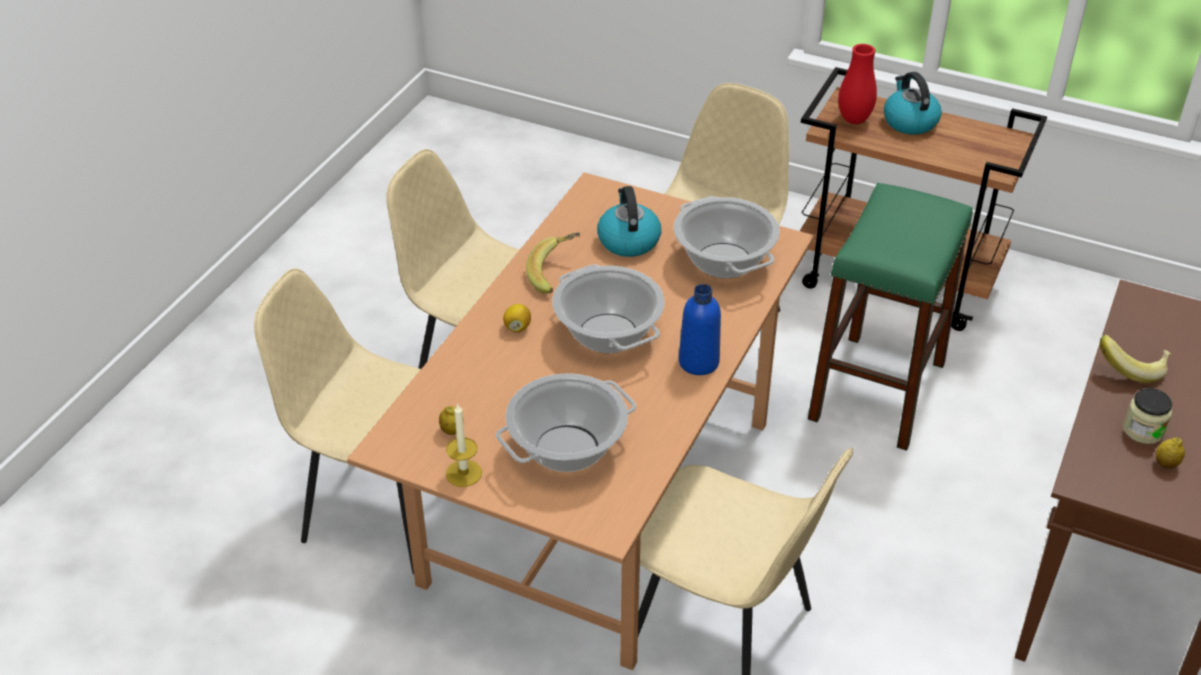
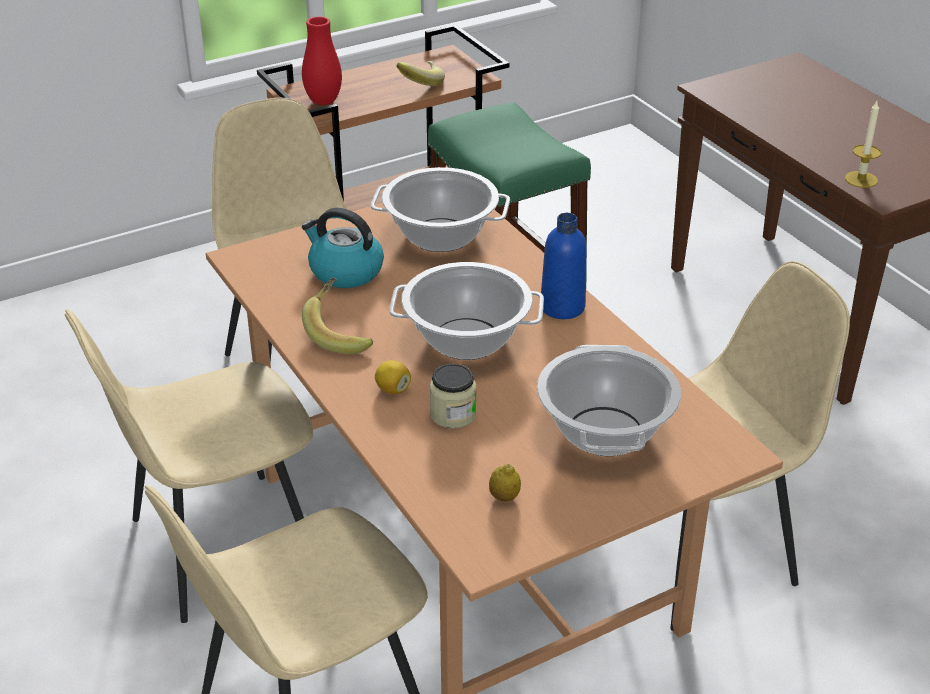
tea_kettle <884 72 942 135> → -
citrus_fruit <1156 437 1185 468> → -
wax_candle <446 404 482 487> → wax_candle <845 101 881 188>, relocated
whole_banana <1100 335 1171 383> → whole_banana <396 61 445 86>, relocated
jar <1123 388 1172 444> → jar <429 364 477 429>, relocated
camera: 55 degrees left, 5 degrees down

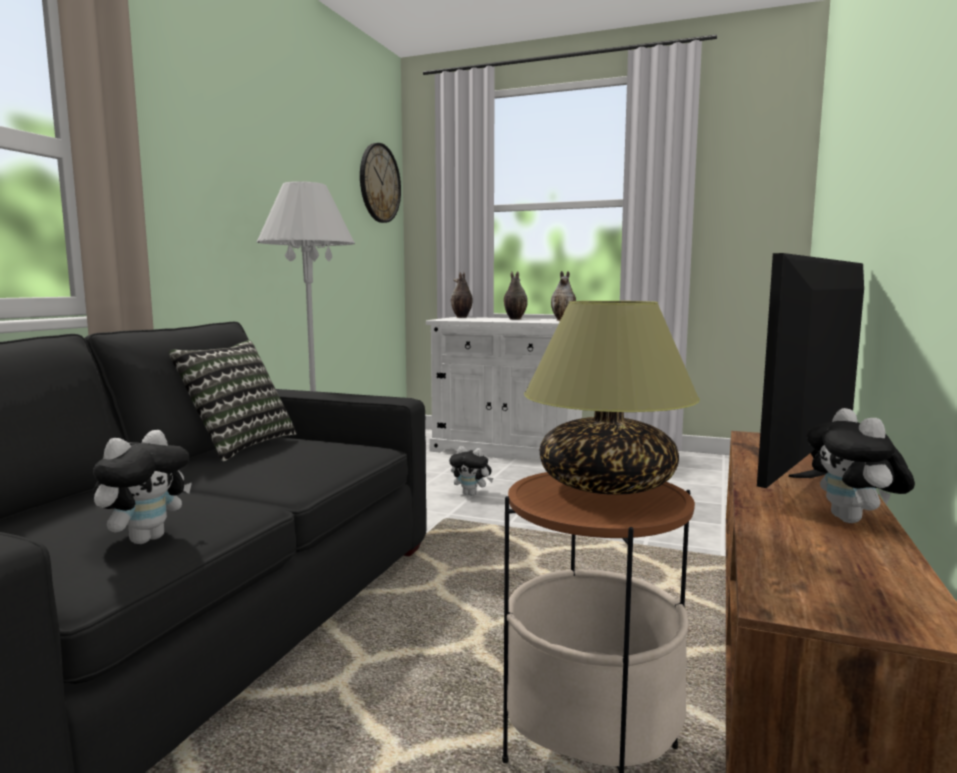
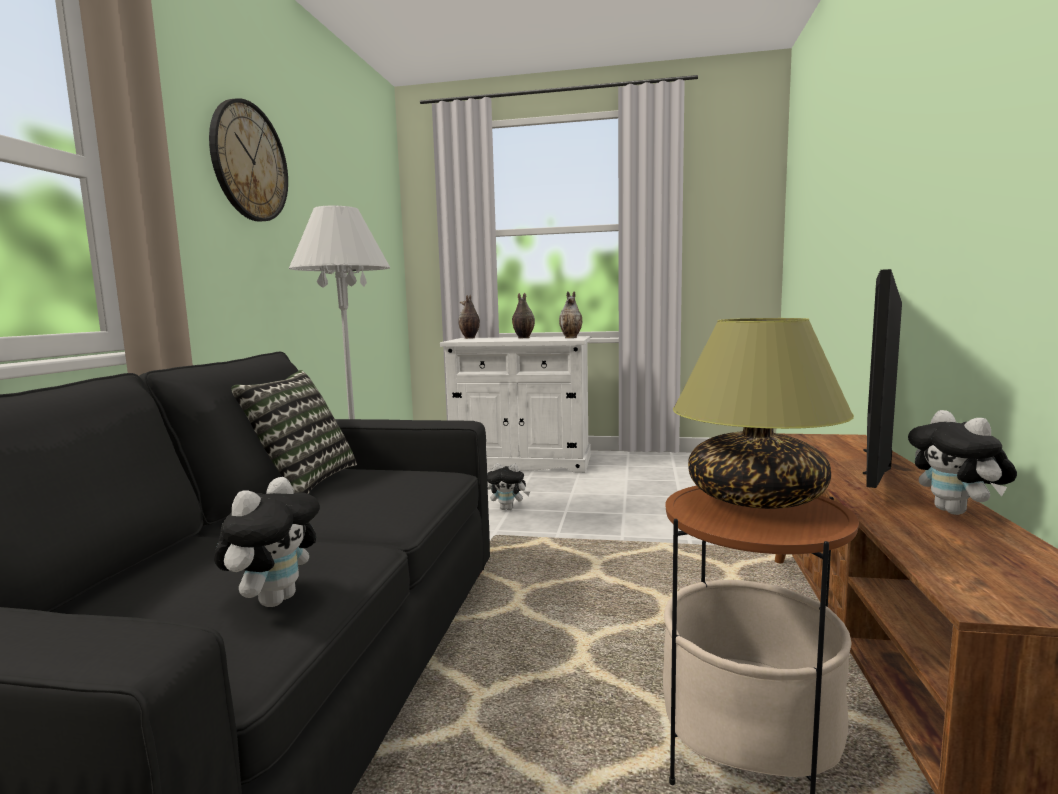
hanging_clock <360 143 401 223> → hanging_clock <209 98 288 222>, relocated
camera: 10 degrees left, 0 degrees up

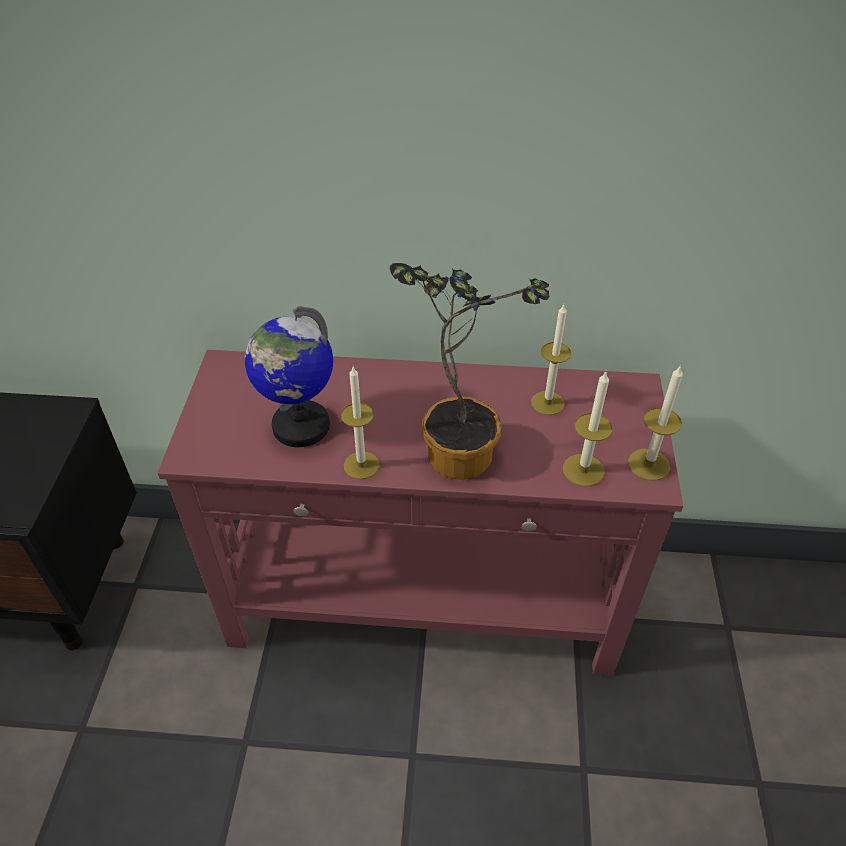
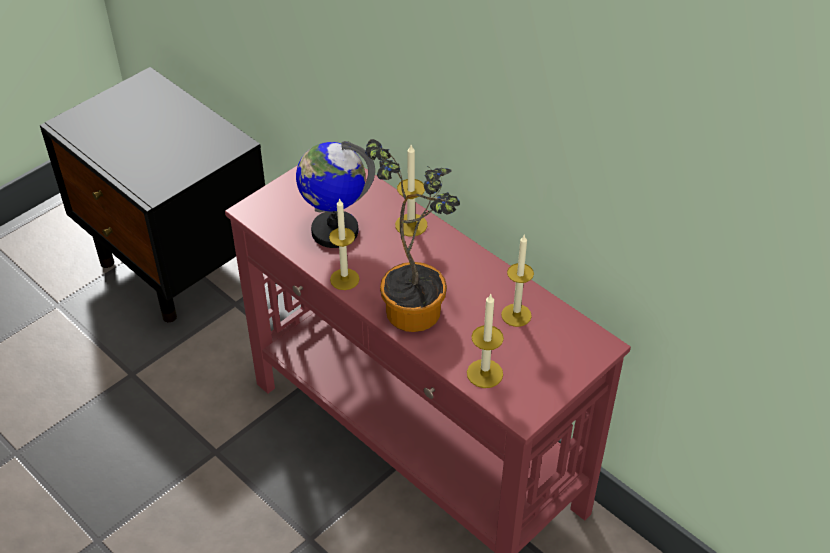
wax_candle <628 365 683 481> → wax_candle <395 145 427 236>, relocated
camera: 40 degrees right, 0 degrees up

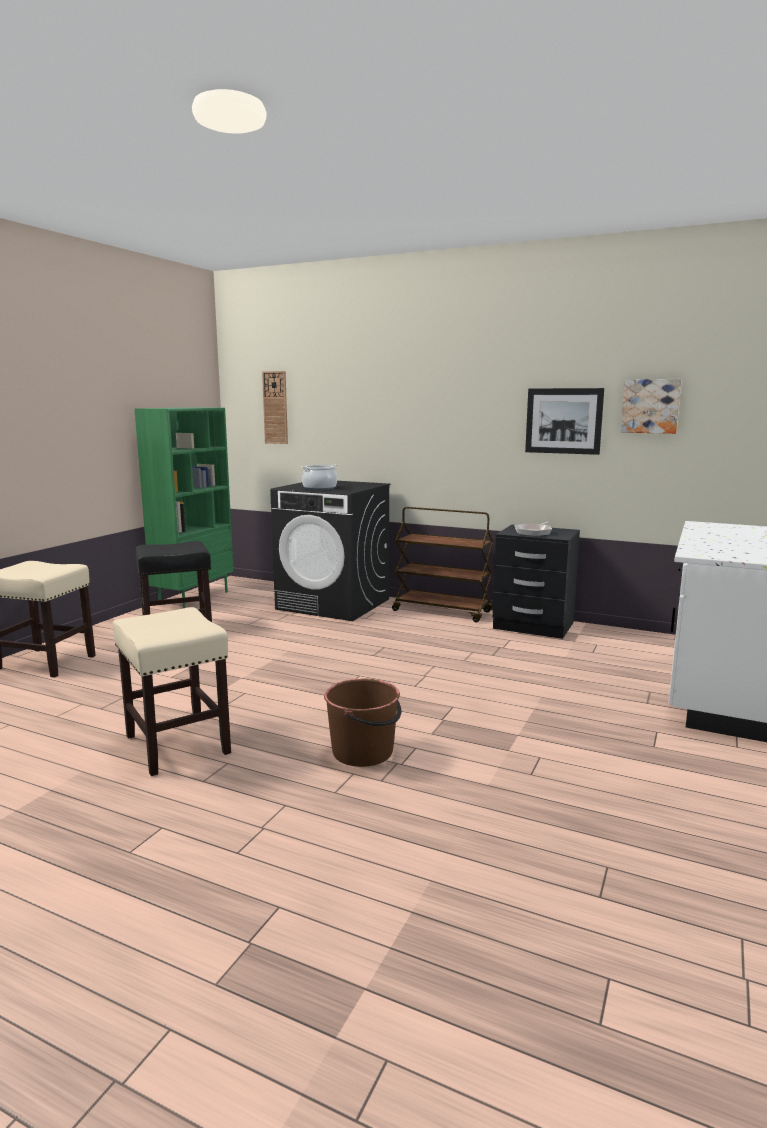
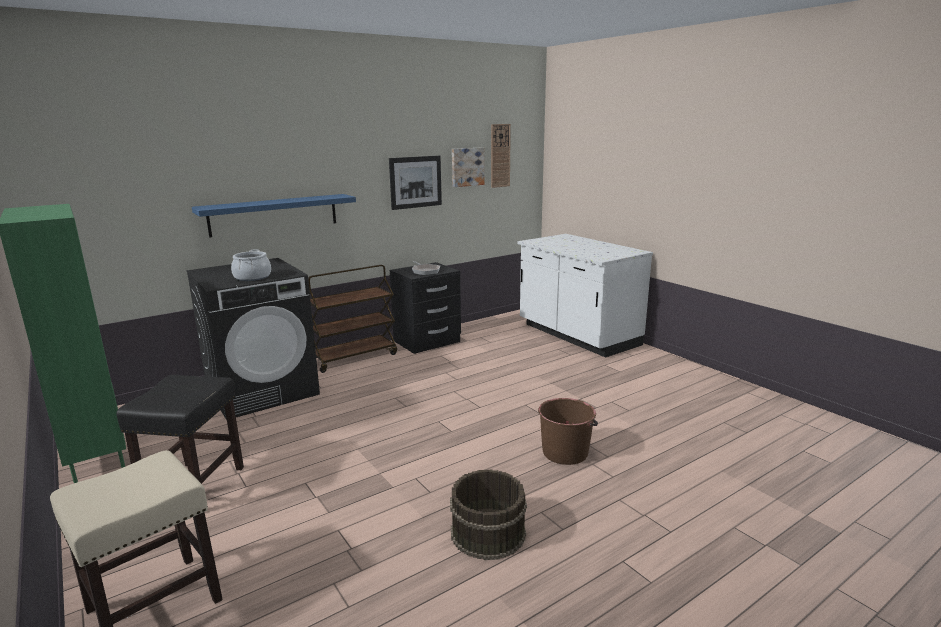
- → blue-coloured_shelf <192 194 356 238>
hanging_clock <262 371 288 444> → hanging_clock <491 124 511 188>, relocated
beige_stool <112 607 231 776> → brown_water_bucket <450 470 527 560>
camera: 60 degrees left, 5 degrees up

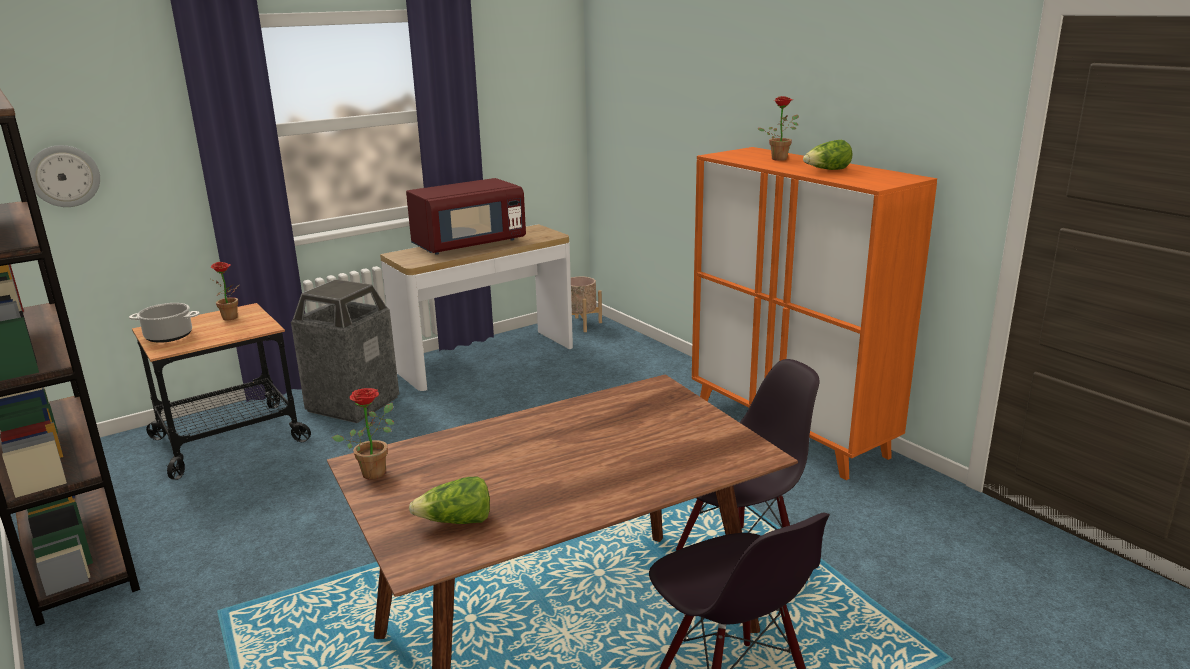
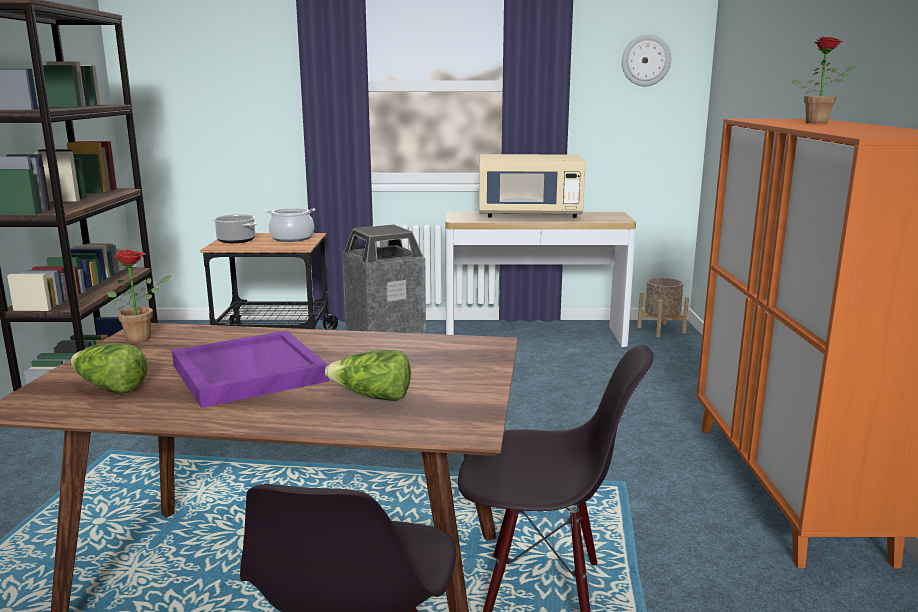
- → purplish_tray <172 331 329 408>
hanging_clock <29 145 100 207> → hanging_clock <622 34 671 87>, relocated
lettuce_head <803 140 853 170> → lettuce_head <325 350 411 401>, relocated
houseplant <209 262 239 320> → cooking_pot <265 208 315 242>
reddish_microwave_oven <406 178 526 255> → beige_microwave_oven <479 154 585 218>
camera: 35 degrees right, 5 degrees down

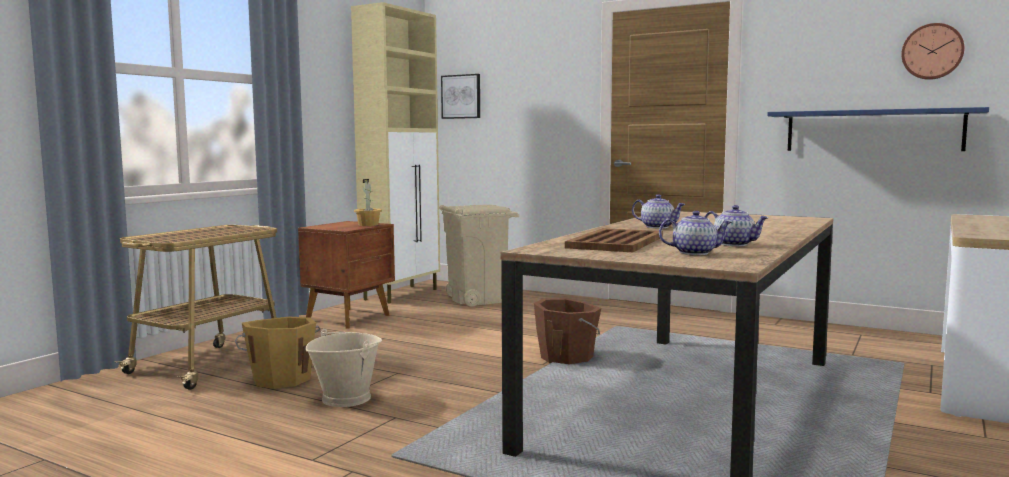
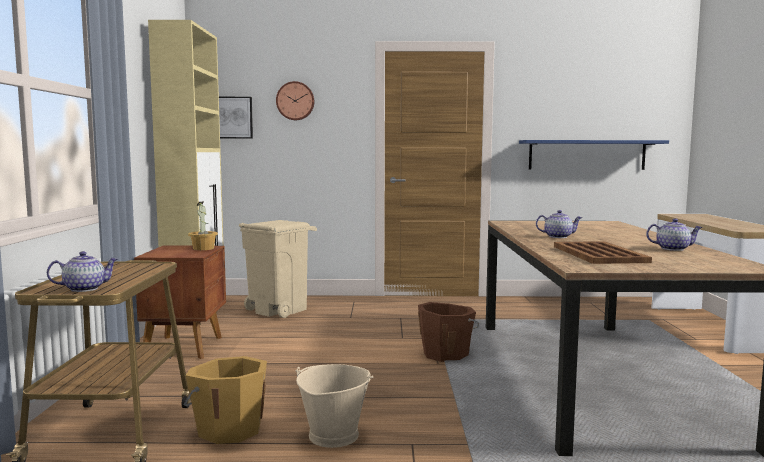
tea_pot <659 211 732 255> → tea_pot <47 251 118 292>, relocated
hanging_clock <901 23 965 80> → hanging_clock <276 81 315 120>, relocated
camera: 30 degrees left, 0 degrees up

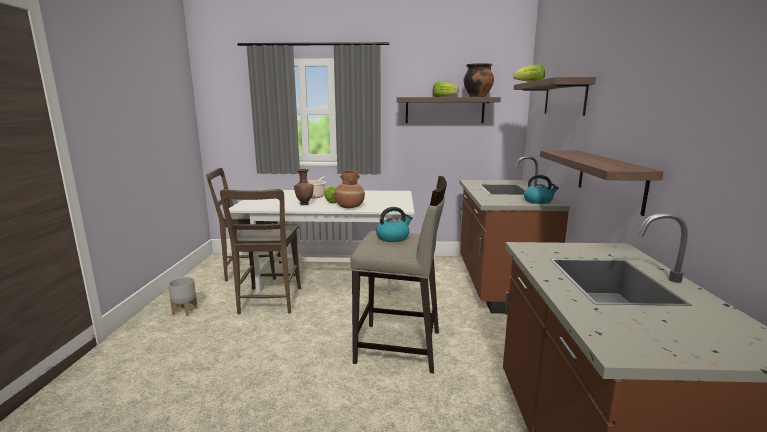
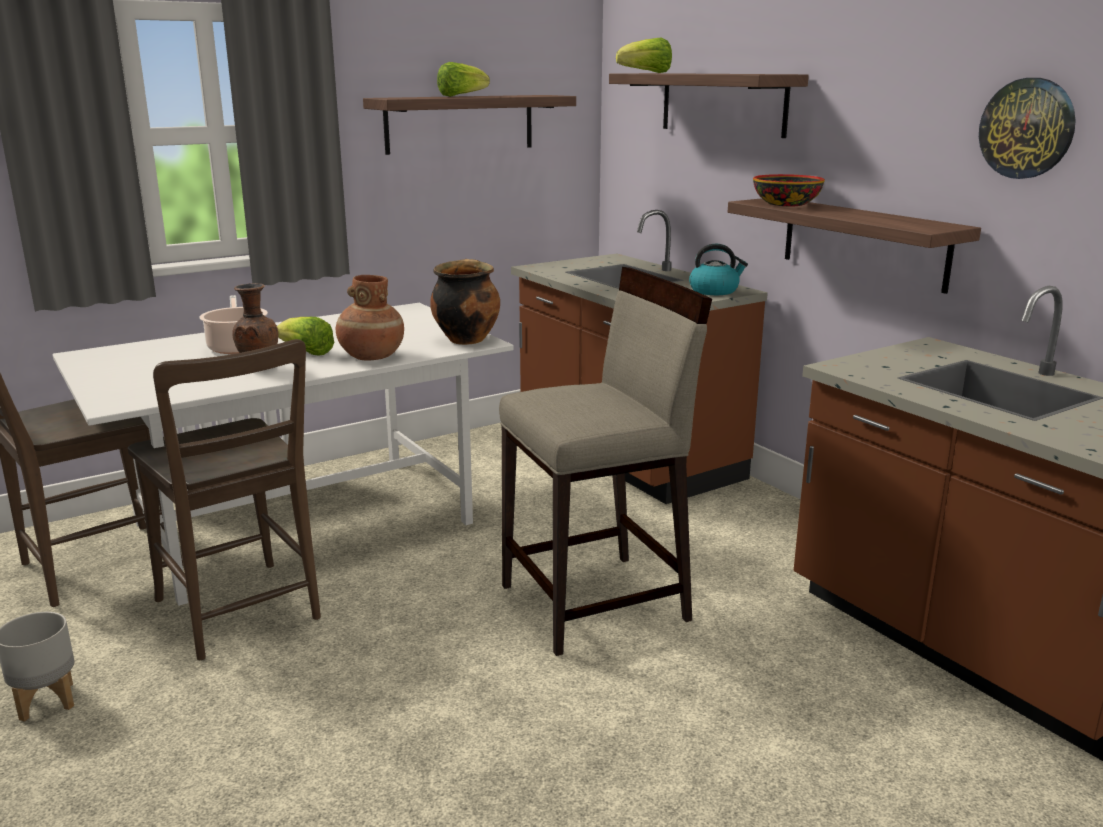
tea_kettle <376 207 413 242> → -
- → deep_dish <753 174 825 206>
- → hanging_clock <979 78 1076 179>
cooking_pot <464 63 494 97> → cooking_pot <430 259 500 345>, relocated
camera: 35 degrees left, 5 degrees up

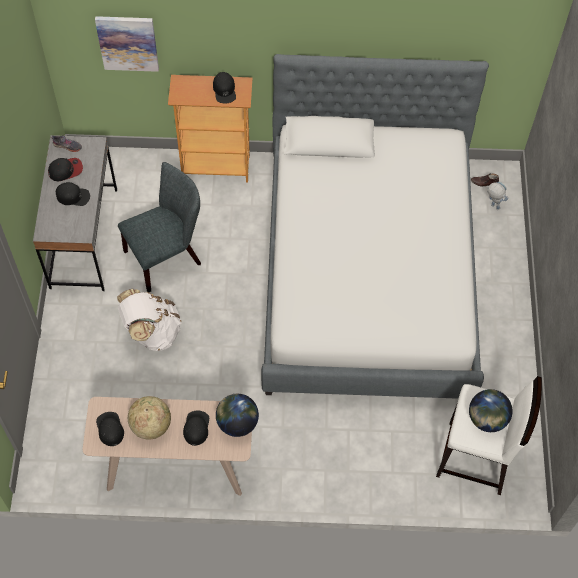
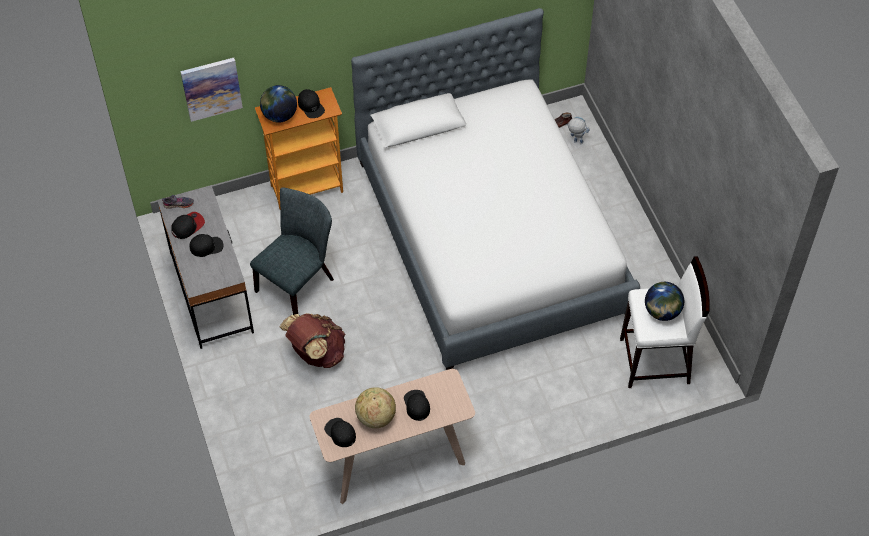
world_globe <216 394 259 437> → world_globe <260 85 297 123>, relocated
white-coloured_backpack <117 289 181 351> → brown_backpack <280 313 345 368>
camera: 20 degrees left, 5 degrees down

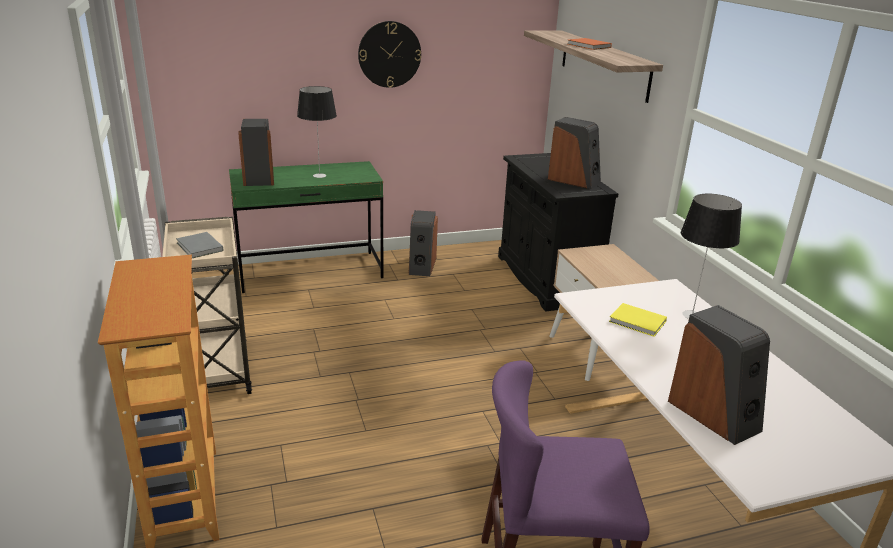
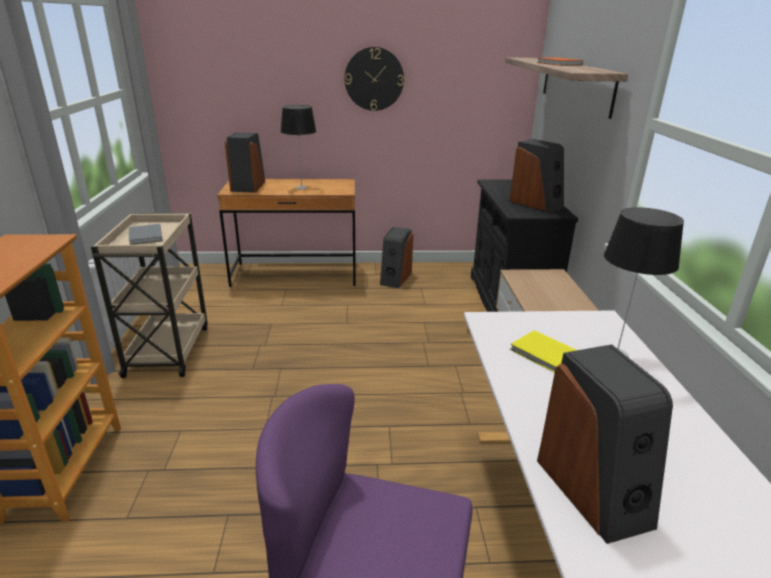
greenish_desk_unit <229 161 383 293> → brown_desk_unit <217 179 356 287>
camera: 15 degrees right, 0 degrees up

